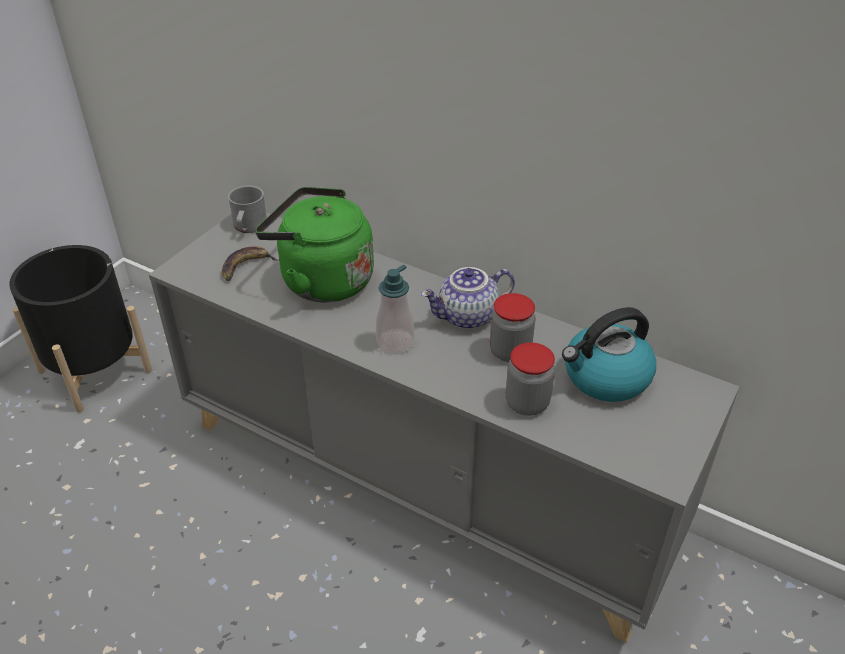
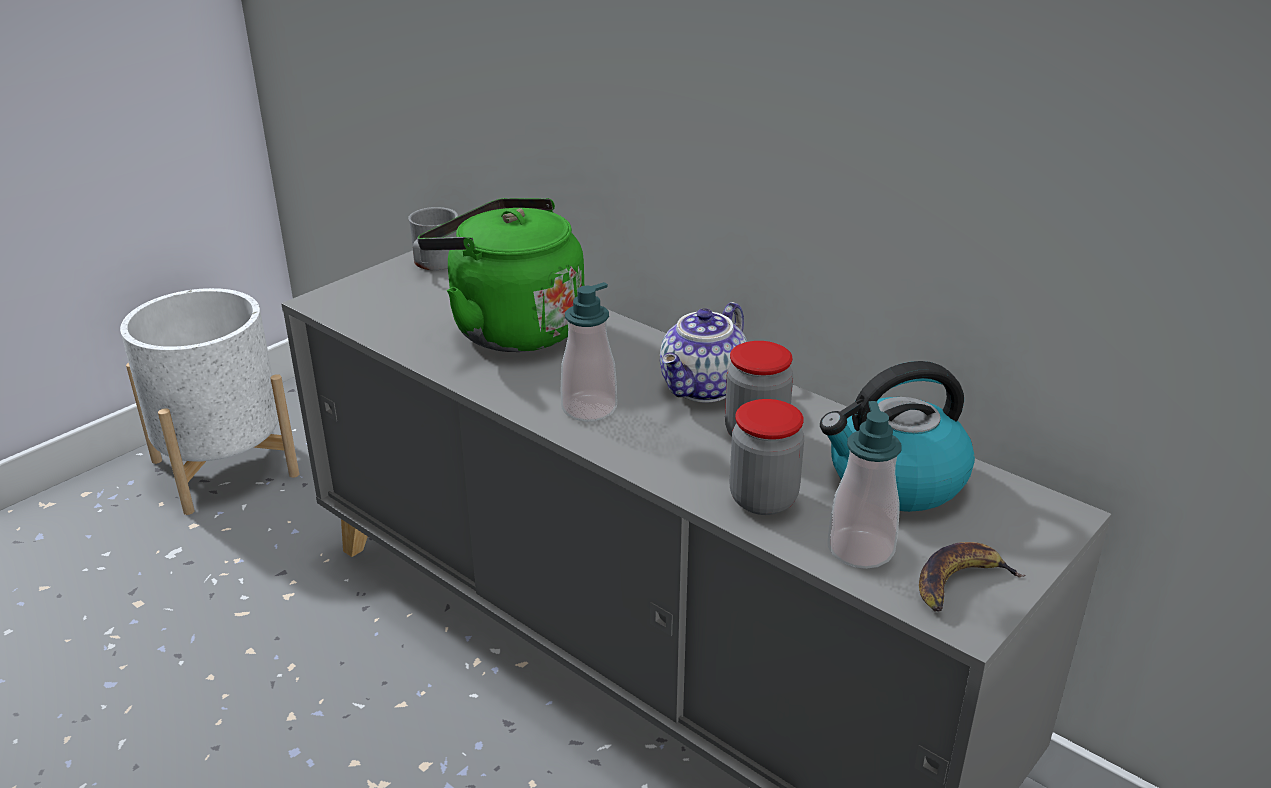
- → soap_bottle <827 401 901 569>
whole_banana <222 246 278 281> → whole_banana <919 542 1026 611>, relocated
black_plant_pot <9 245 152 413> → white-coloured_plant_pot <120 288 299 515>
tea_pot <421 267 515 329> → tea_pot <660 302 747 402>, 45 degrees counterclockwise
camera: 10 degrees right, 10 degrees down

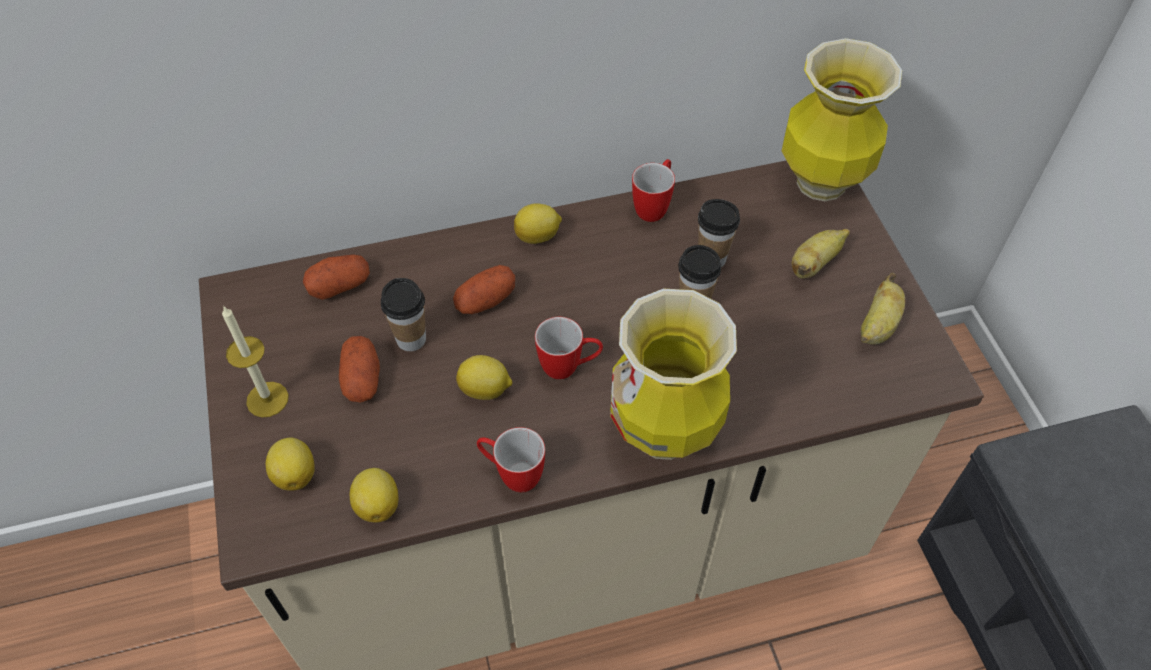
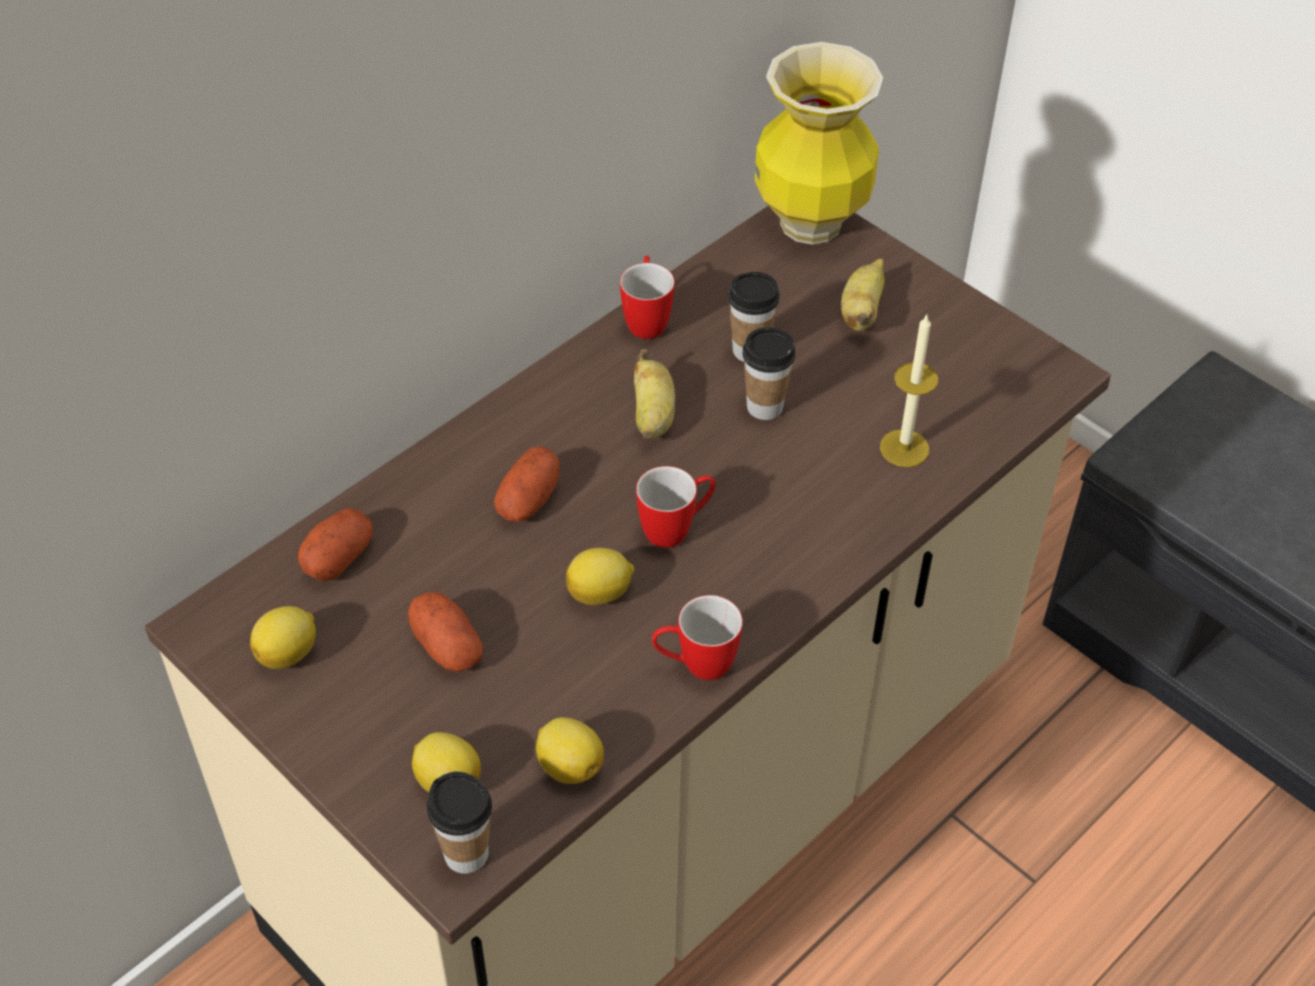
decorative_vase <610 289 737 460> → -
wax_candle <222 307 289 417> → wax_candle <880 315 938 467>, relocated
drinking_cup <381 278 426 351> → drinking_cup <427 772 492 874>, relocated
citrus_fruit <514 203 562 244> → citrus_fruit <250 606 316 669>, relocated
whole_banana <861 273 905 345> → whole_banana <634 349 675 439>, relocated
camera: 30 degrees left, 5 degrees down

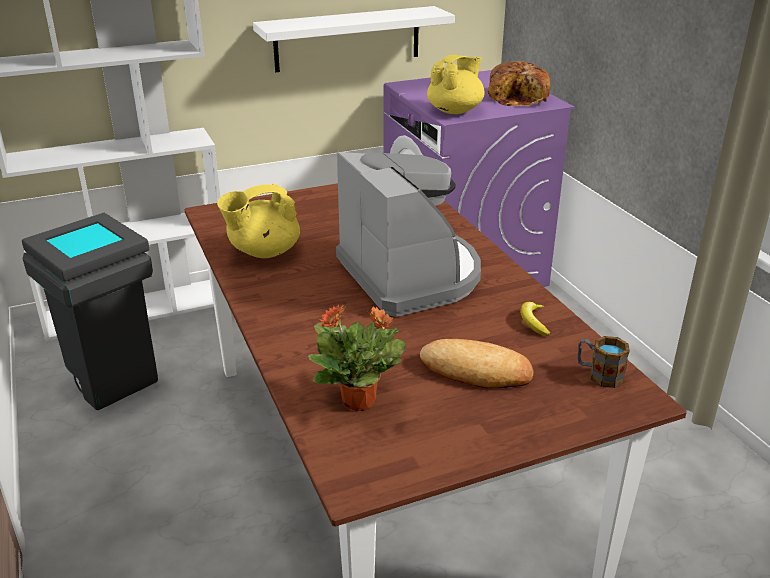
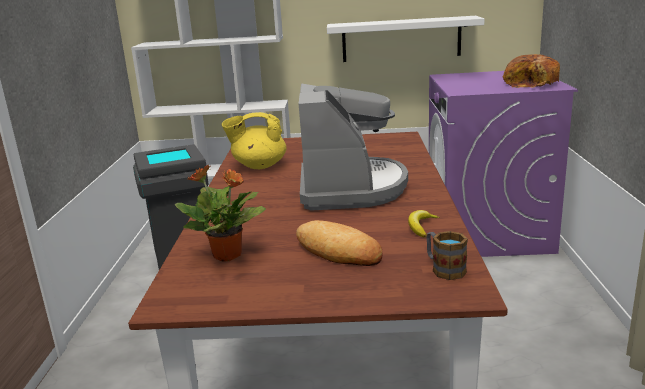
yellowish_tea_pot <427 55 485 114> → -
camera: 25 degrees right, 10 degrees down

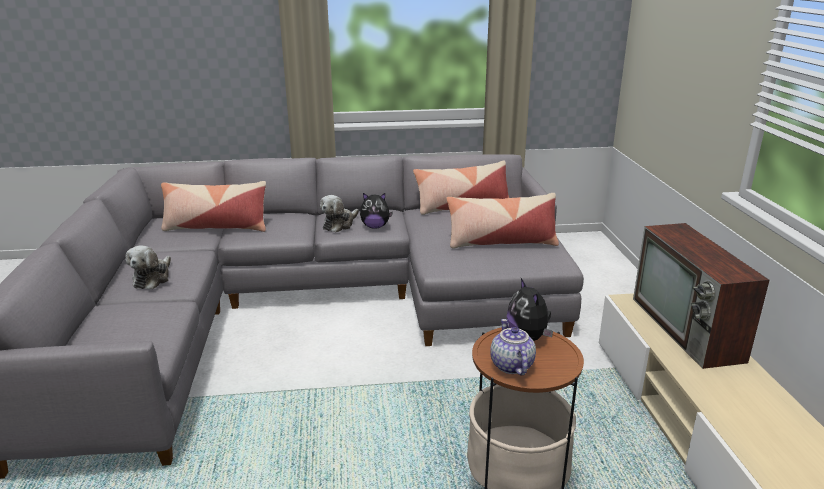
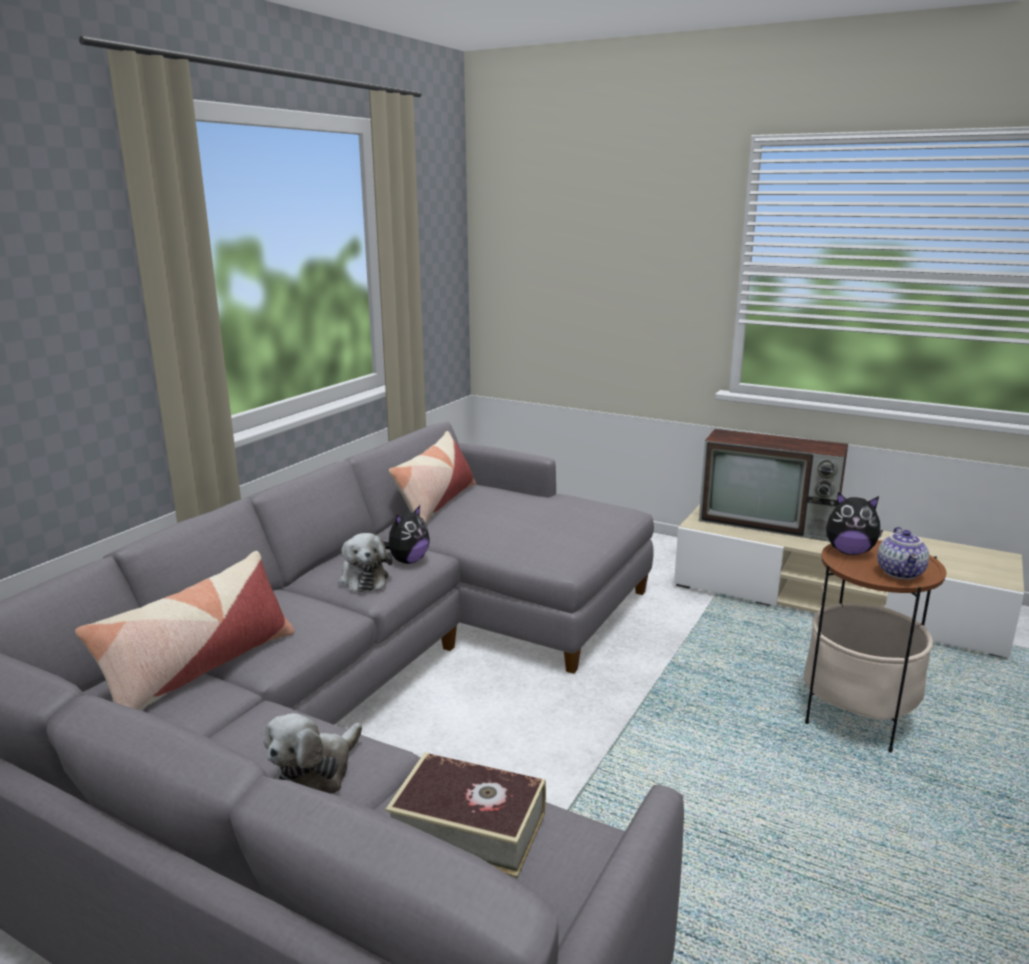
throw_pillow <446 193 559 249> → -
- → book <385 752 546 878>
plush_toy <125 245 171 289> → plush_toy <264 713 362 794>, 75 degrees clockwise
tea_pot <490 319 536 375> → tea_pot <877 527 929 579>, 105 degrees counterclockwise
camera: 55 degrees left, 5 degrees down

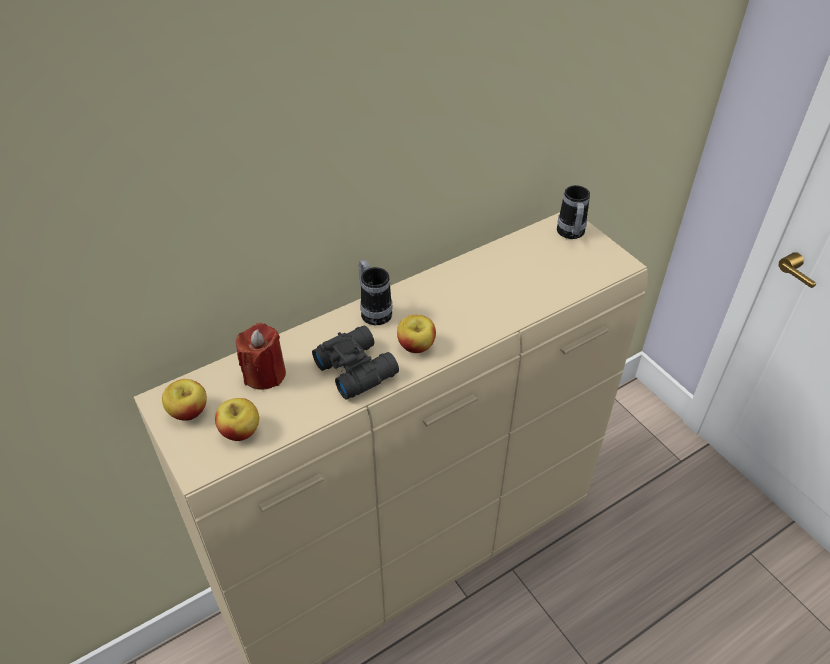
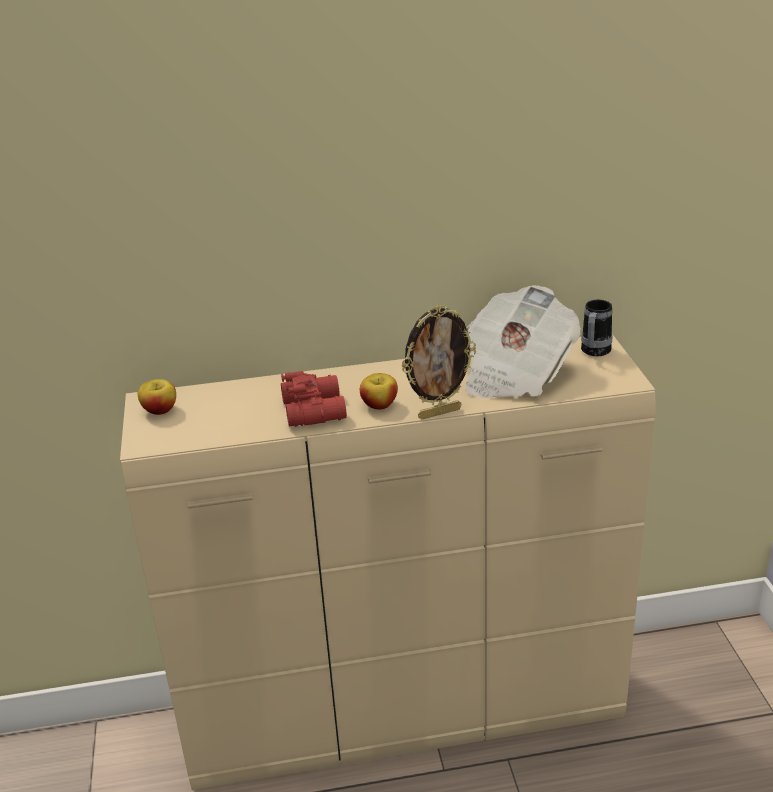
whole_apple <215 398 259 441> → -
reddish_wax_candle <236 323 286 390> → -
tea_mug <359 260 393 325> → -
- → picture_frame <401 305 476 419>
- → newspaper <465 285 581 398>
black_pair_of_binoculars <312 325 399 400> → reddish_pair_of_binoculars <281 371 347 427>
camera: 25 degrees right, 15 degrees down

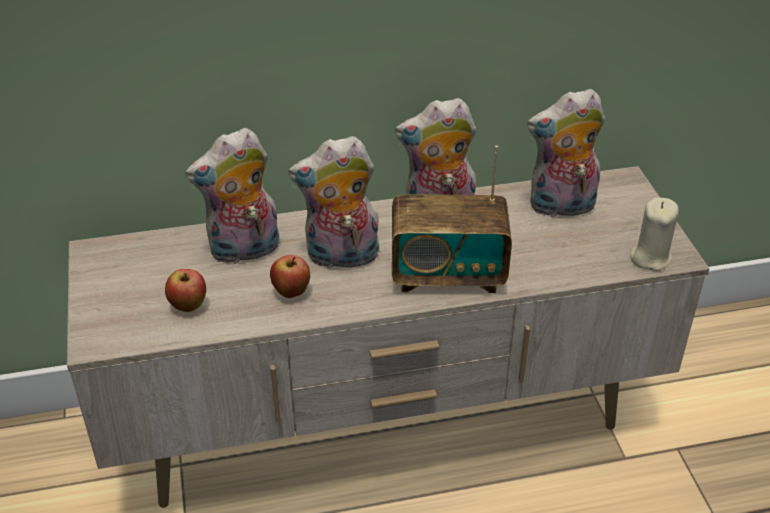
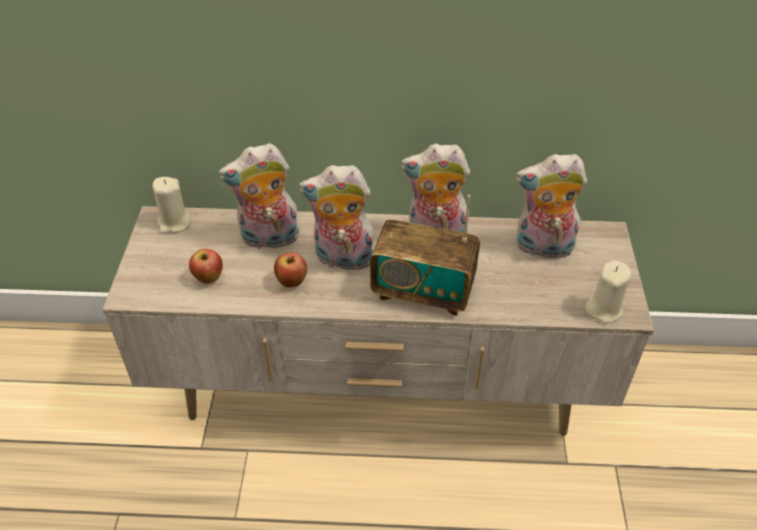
- → beige_wax_candle <153 177 192 234>
camera: 15 degrees right, 5 degrees up

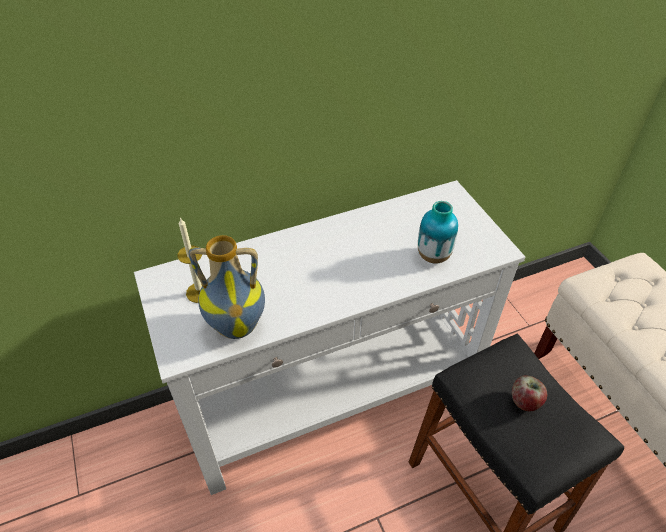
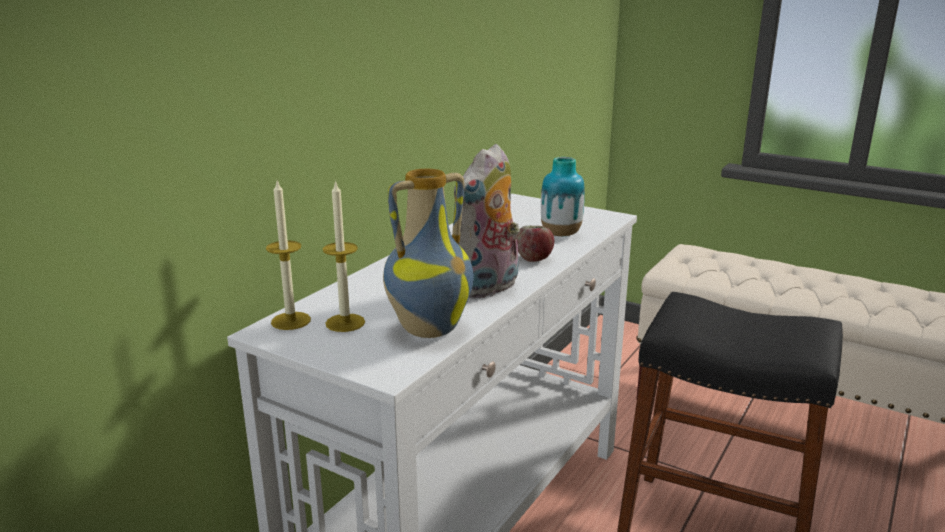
- → wax_candle <266 181 311 330>
- → plush_toy <454 144 520 299>
whole_apple <512 375 547 411> → whole_apple <517 226 554 262>, relocated
camera: 35 degrees left, 25 degrees down

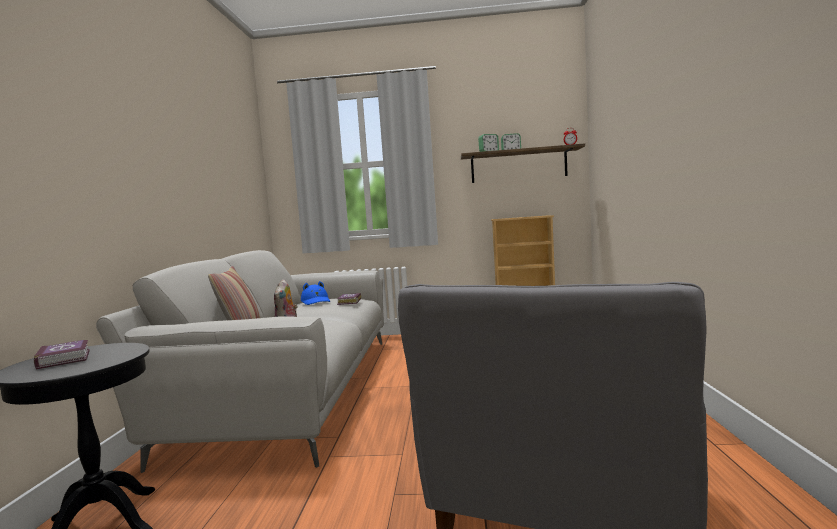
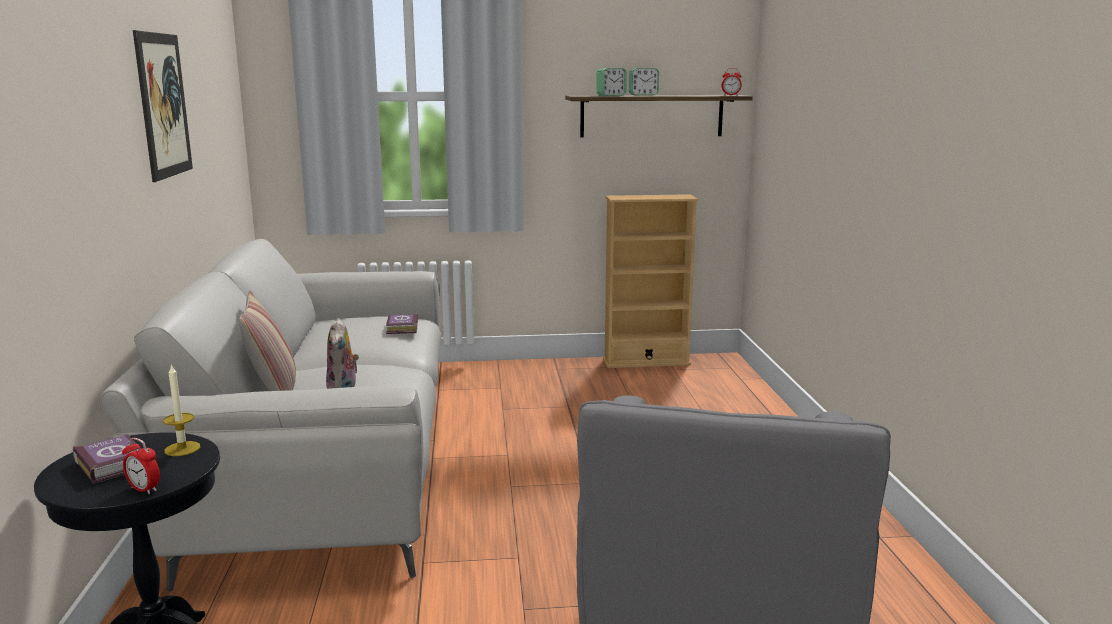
blue-coloured_hat <301 281 330 305> → -
- → alarm_clock <122 438 160 494>
- → wall_art <133 30 193 182>
- → wax_candle <163 364 200 456>
camera: 10 degrees left, 10 degrees up

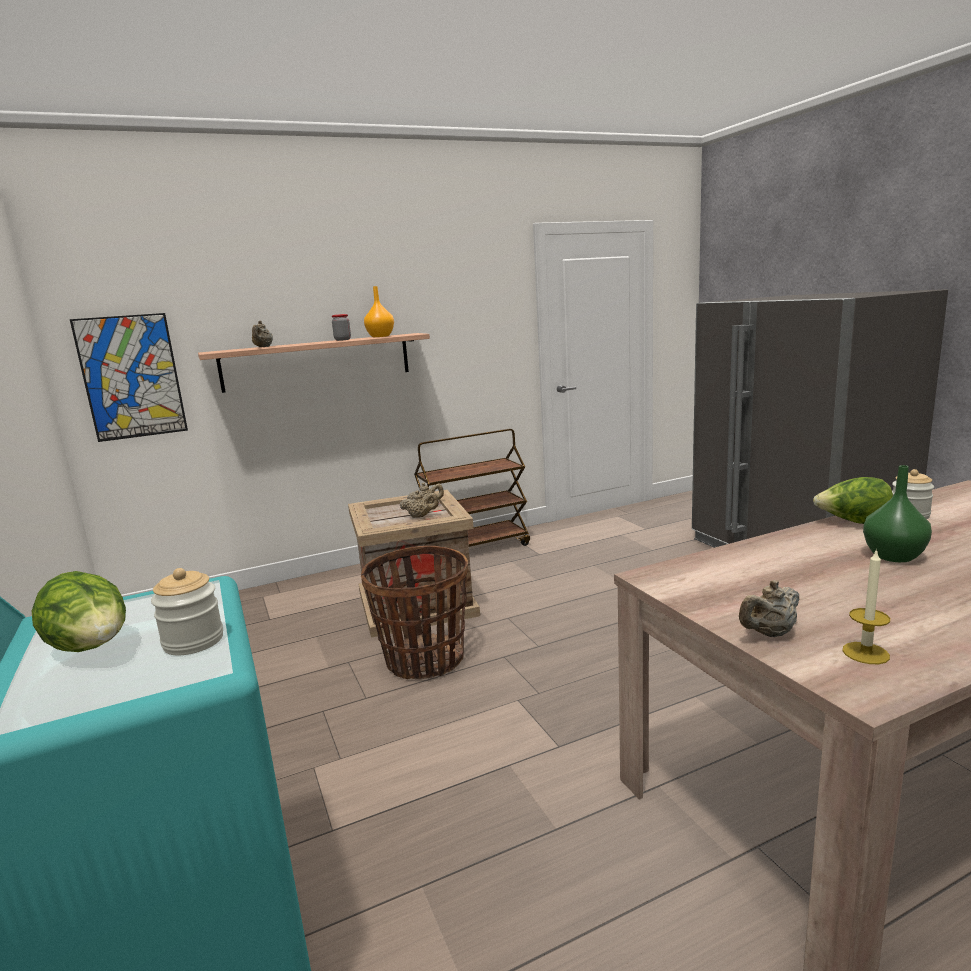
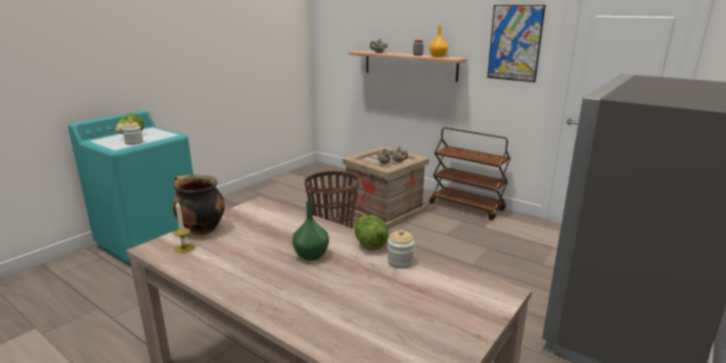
wall_art <70 313 188 442> → wall_art <487 5 546 82>, relocated
beige_tea_pot <739 580 800 637> → cooking_pot <173 175 225 235>
camera: 60 degrees right, 5 degrees up

